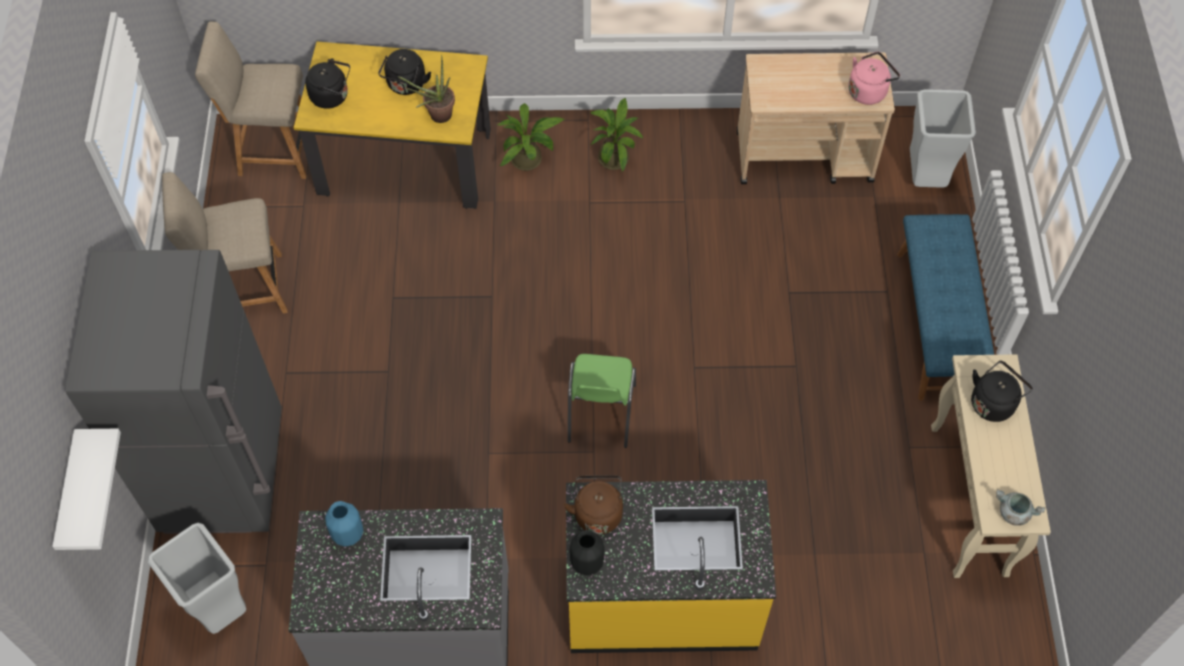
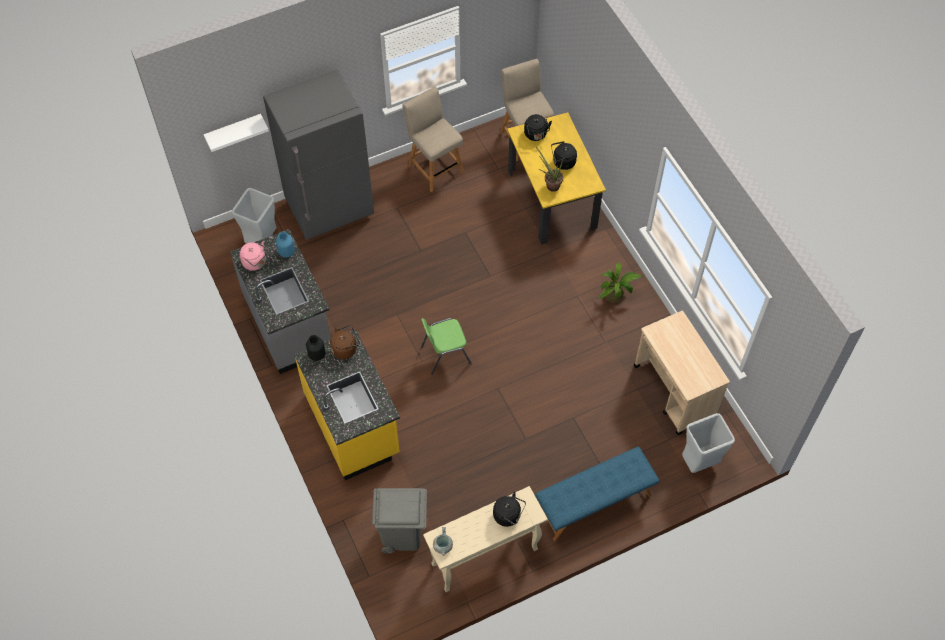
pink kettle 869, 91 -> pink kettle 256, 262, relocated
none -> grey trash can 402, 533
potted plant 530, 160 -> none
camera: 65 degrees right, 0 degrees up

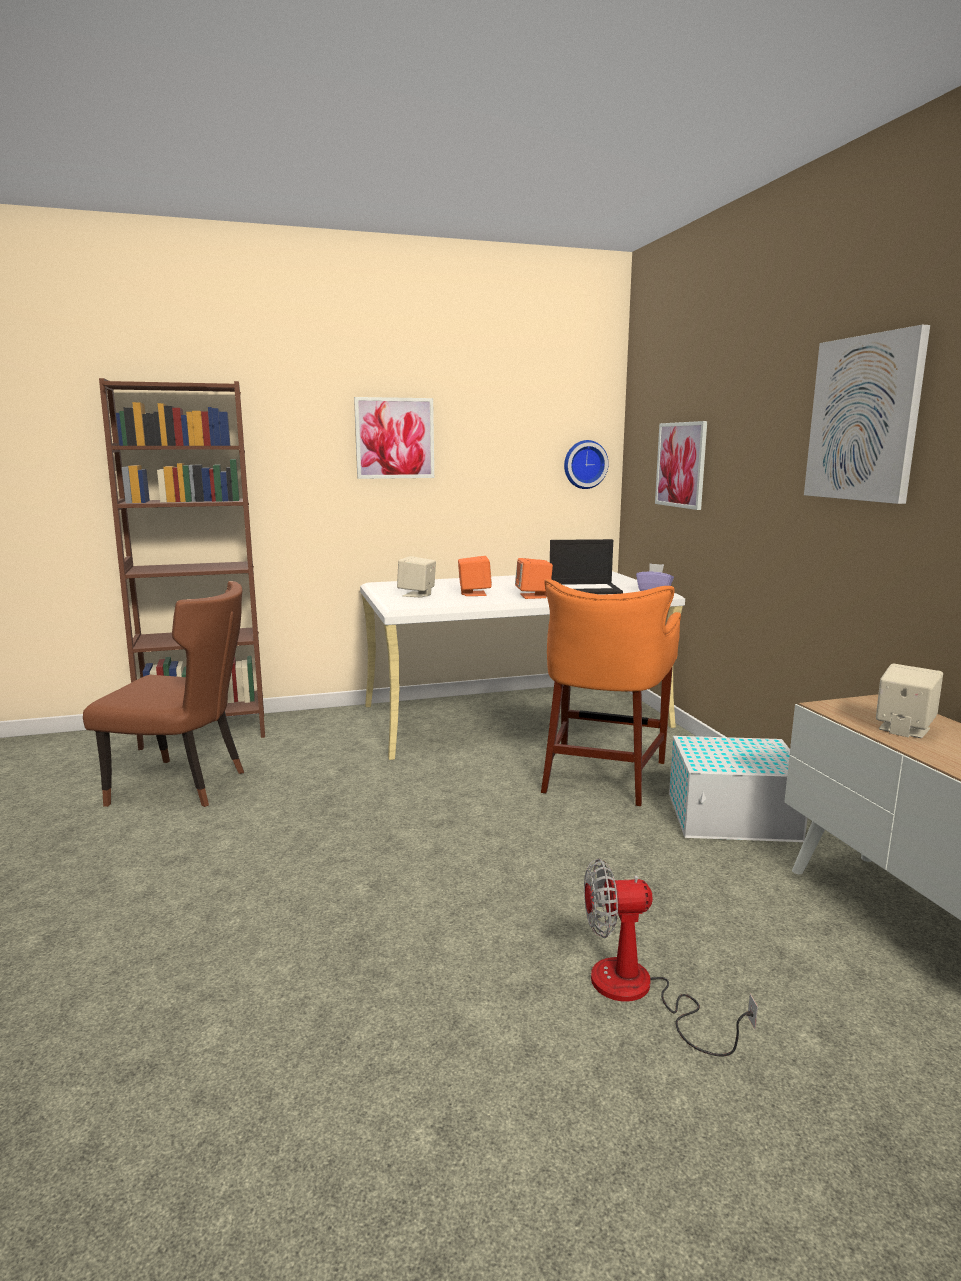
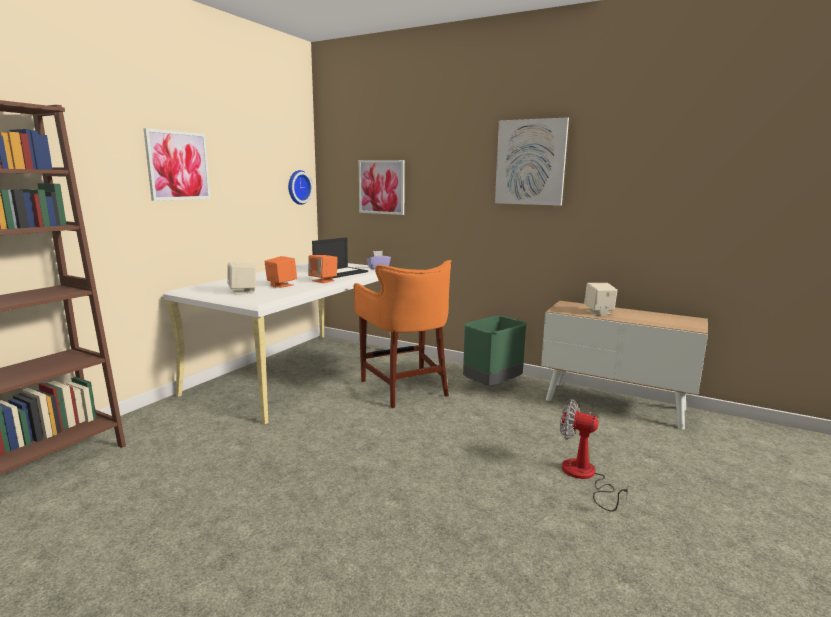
white storage box 734, 817 -> green trash can 492, 386
fan 639, 993 -> fan 584, 477, 75 degrees clockwise
brown chair 185, 786 -> none
camera: 45 degrees left, 0 degrees up

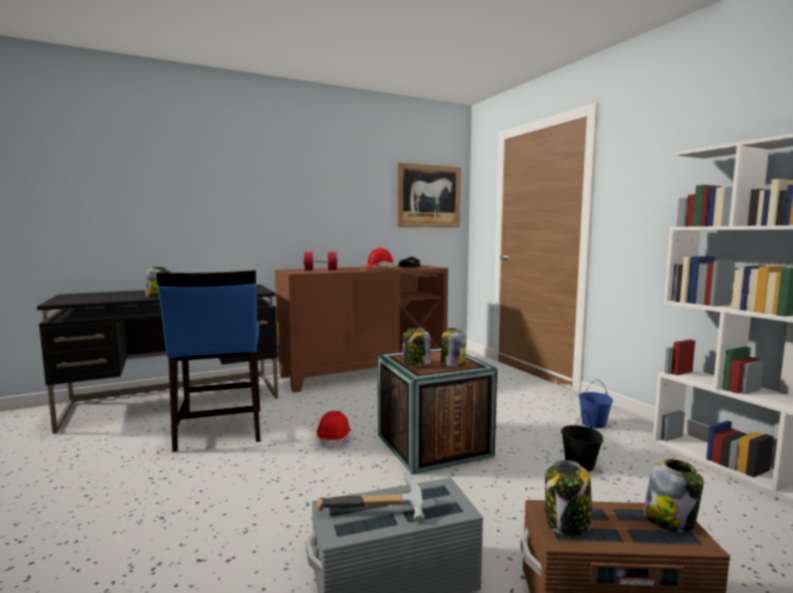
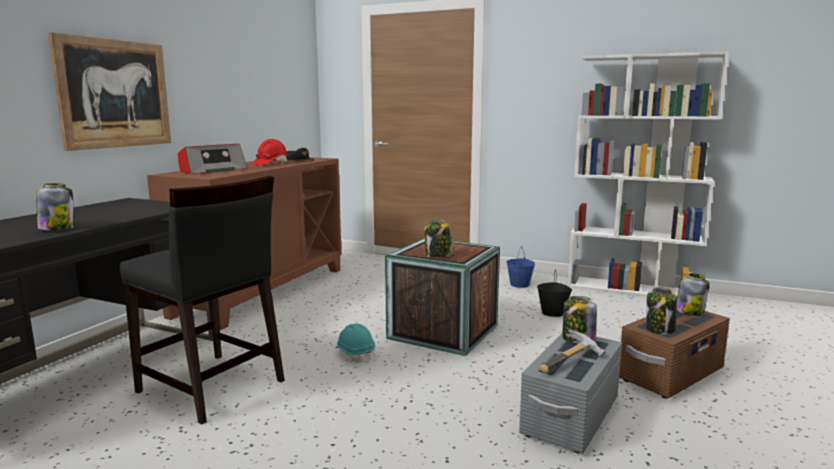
picture 429, 196 -> picture 115, 94, relocated
blue chair 219, 429 -> black chair 211, 387
red dumbbell 320, 269 -> radio 212, 170
red hard hat 334, 439 -> turquoise hard hat 355, 354
jar 452, 364 -> jar 578, 340, relocated
camera: 40 degrees left, 5 degrees up

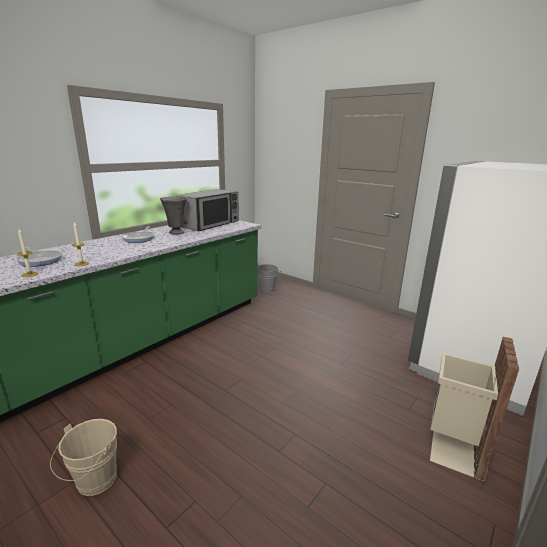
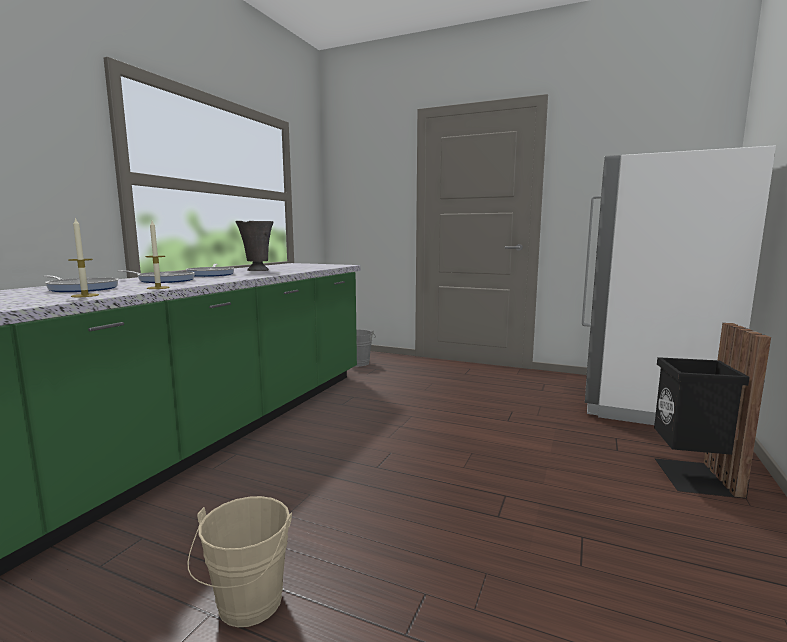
none -> frying pan 164, 280
beige trash can 453, 449 -> black trash can 692, 476
microwave 210, 224 -> none
camera: 15 degrees left, 10 degrees down

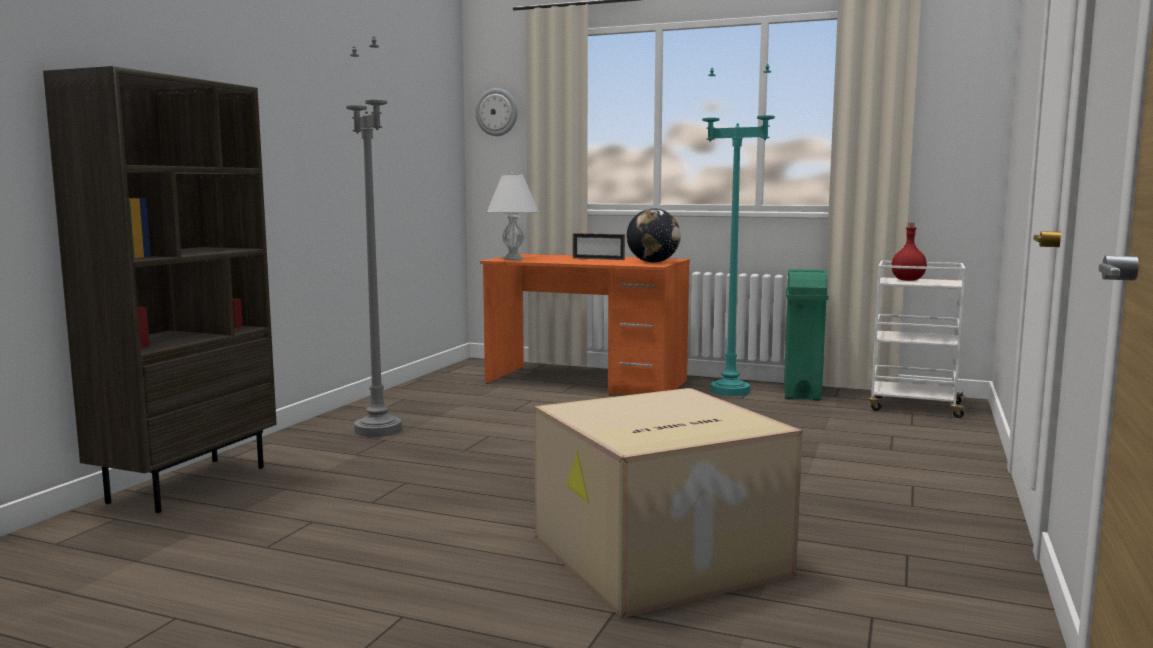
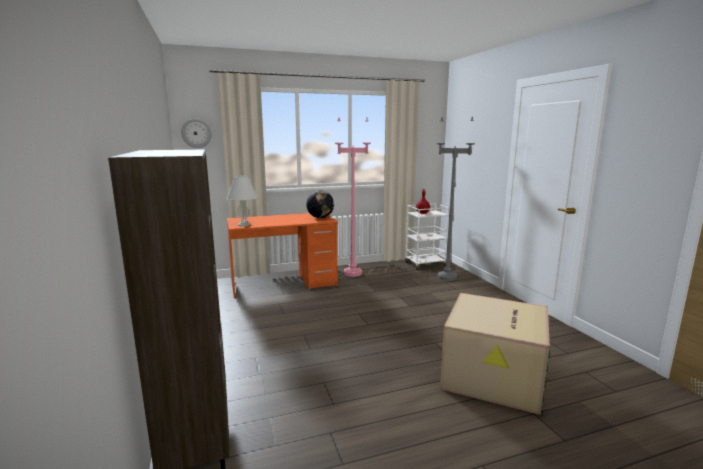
turquoise floor lamp 729, 391 -> pink floor lamp 352, 273
grey floor lamp 378, 430 -> grey floor lamp 447, 277, relocated
picture frame 598, 259 -> none
green trash can 801, 394 -> none
camera: 40 degrees left, 5 degrees up

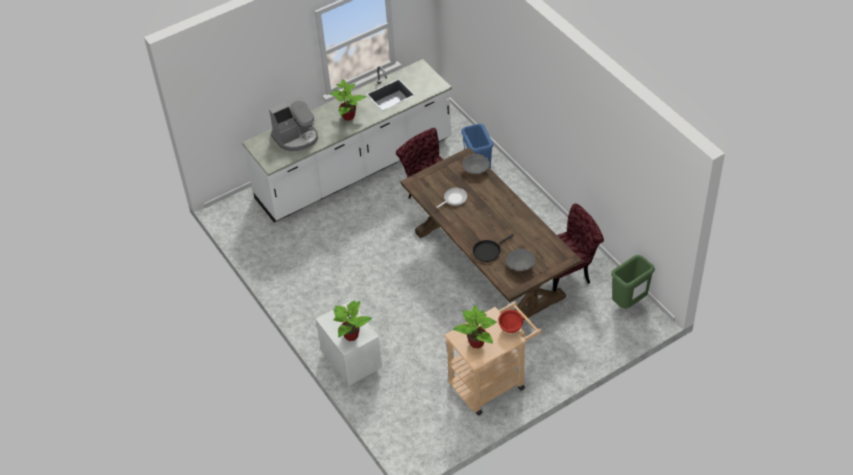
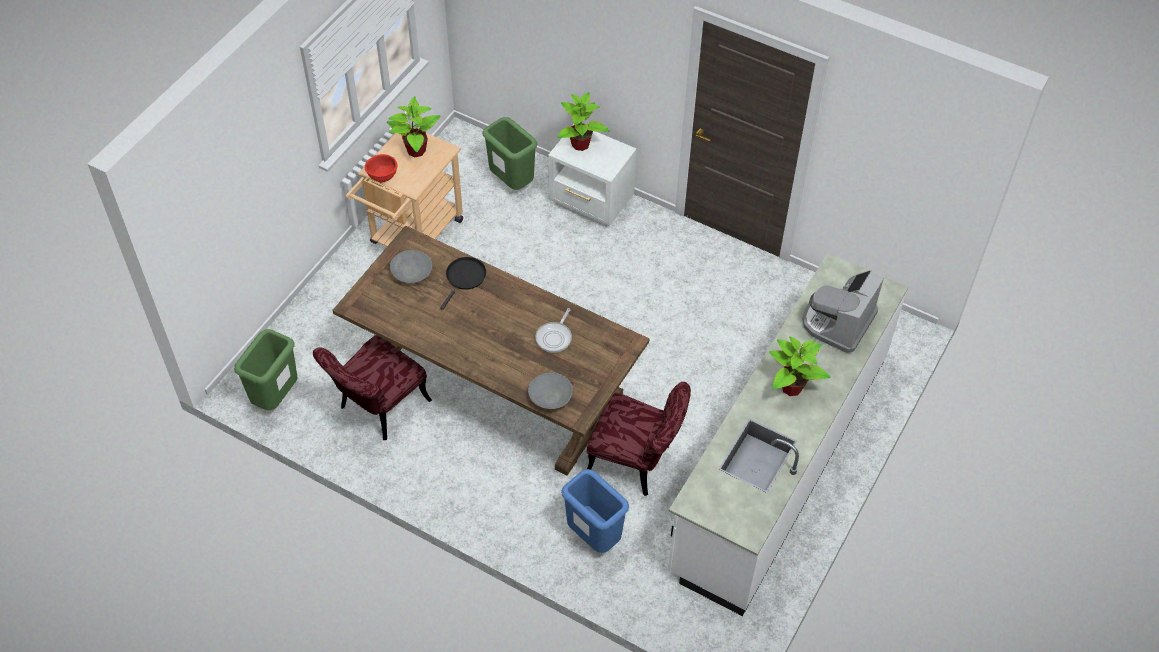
none -> green trash can 512, 183
camera: 150 degrees right, 5 degrees up

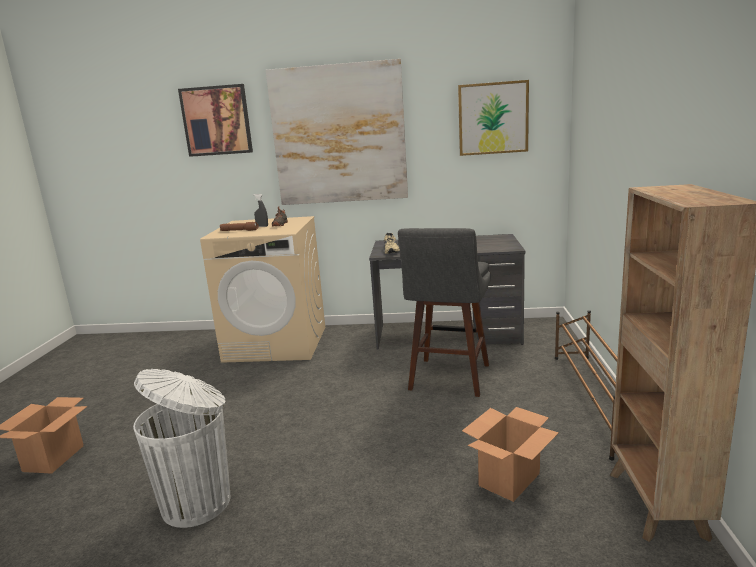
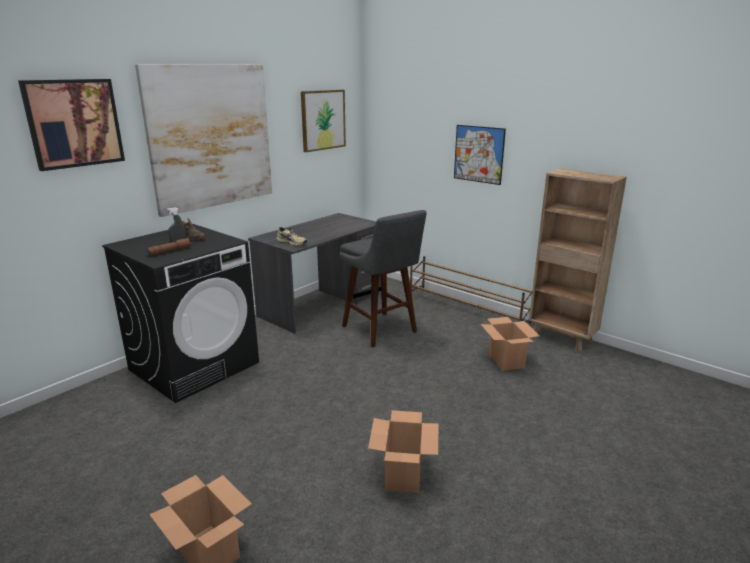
beige washing machine 277, 343 -> black washing machine 195, 365
white trash can 199, 502 -> cardboard box 403, 474
none -> picture 478, 154
camera: 55 degrees left, 5 degrees up

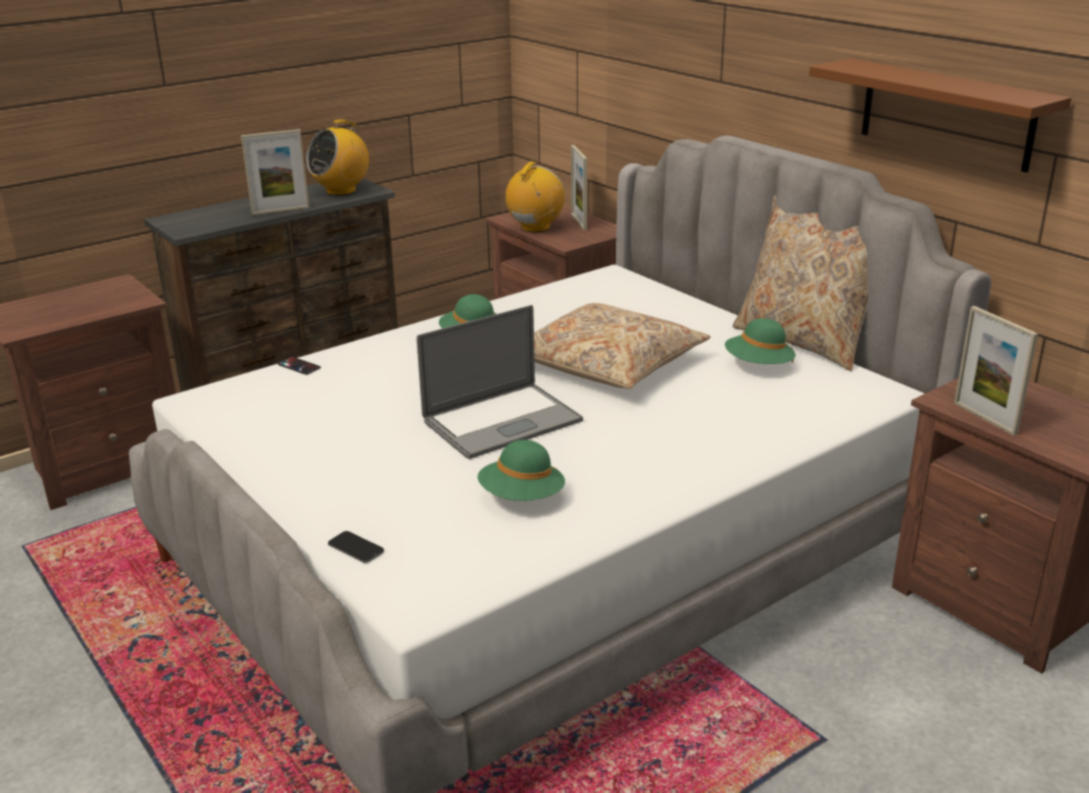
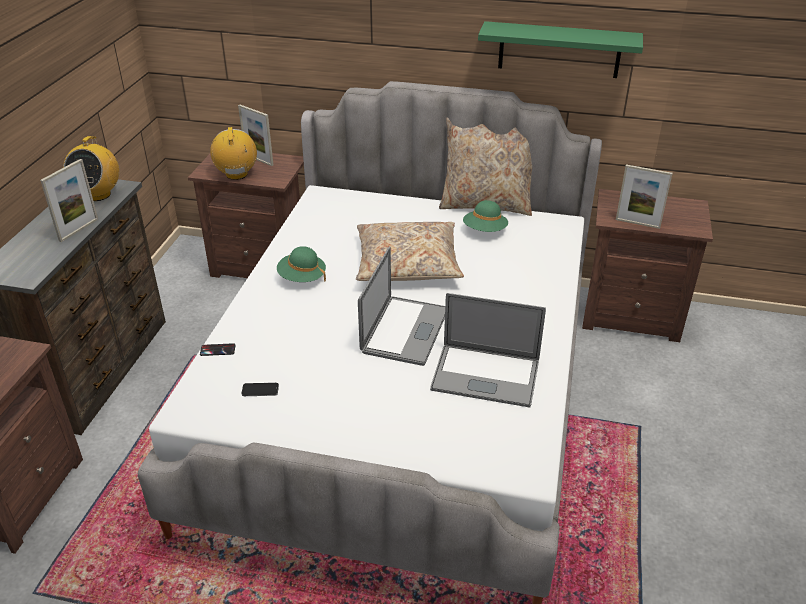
phone 356, 548 -> phone 260, 390, relocated
green hat 522, 497 -> laptop 485, 375
brown shelf 946, 114 -> green shelf 559, 50
camera: 40 degrees left, 10 degrees up

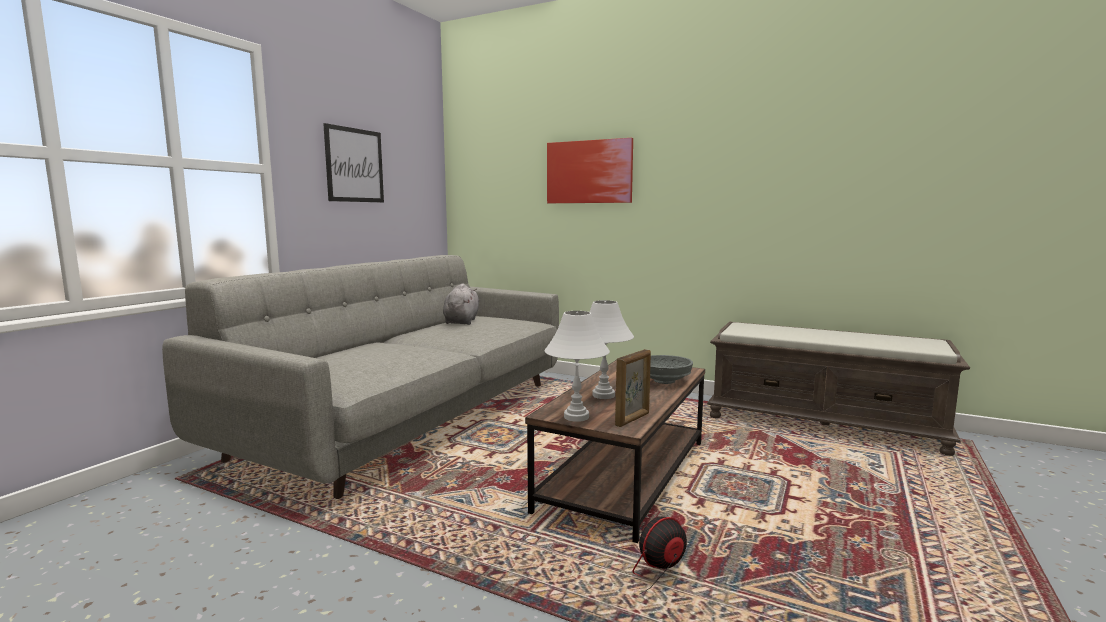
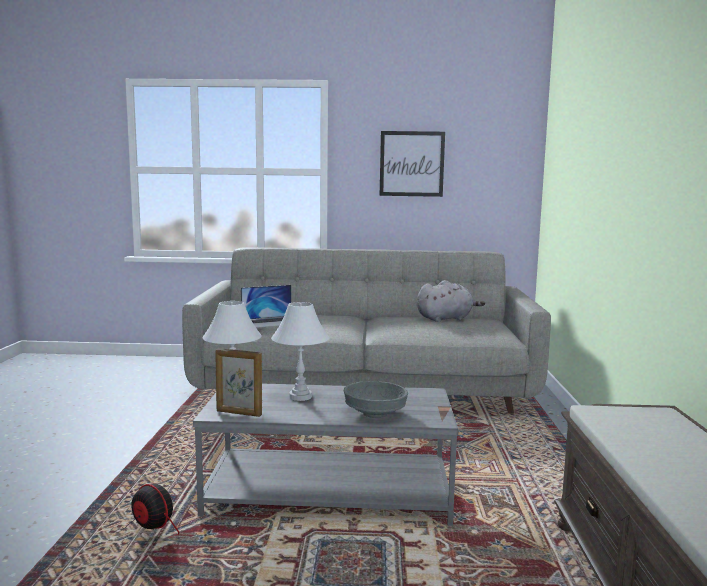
brown coffee table 624, 475 -> grey coffee table 330, 493
none -> laptop 272, 322
picture 589, 172 -> none
camera: 65 degrees right, 0 degrees up

